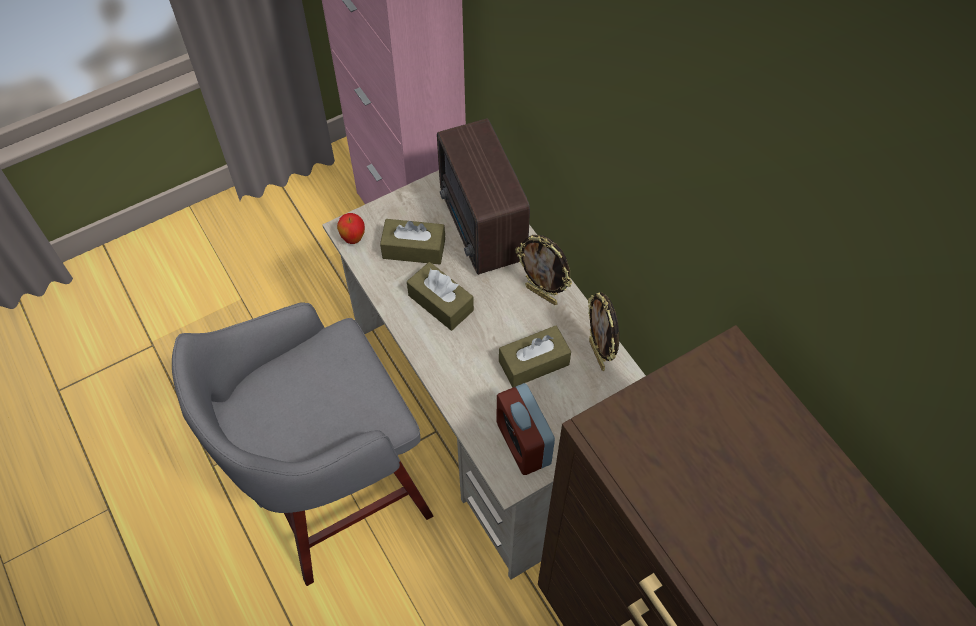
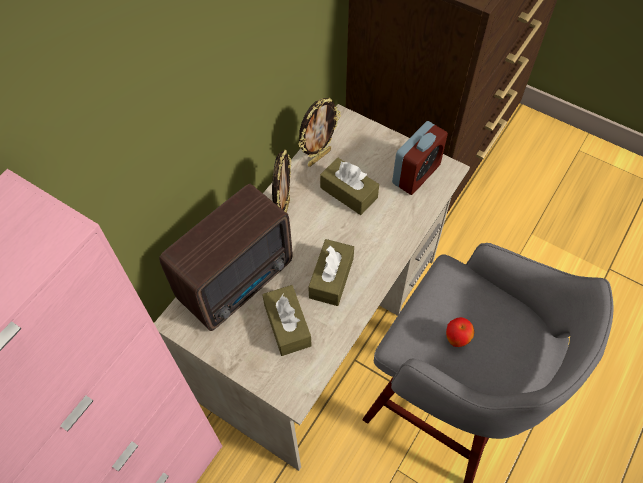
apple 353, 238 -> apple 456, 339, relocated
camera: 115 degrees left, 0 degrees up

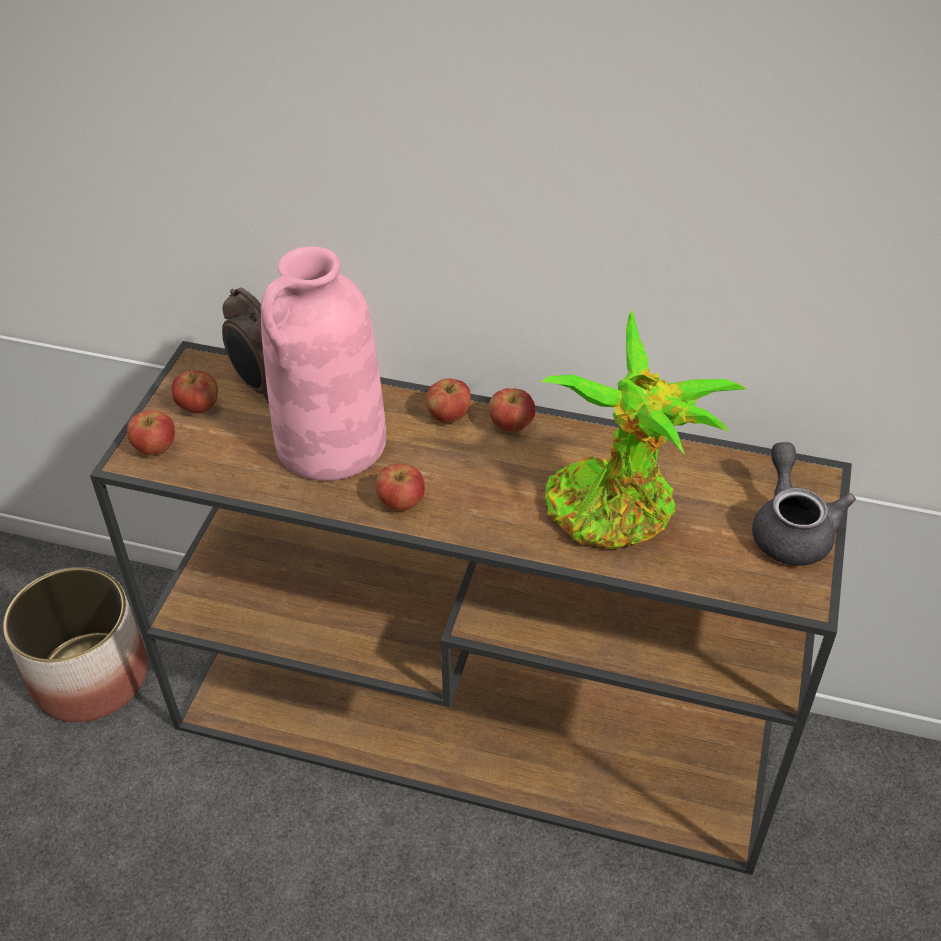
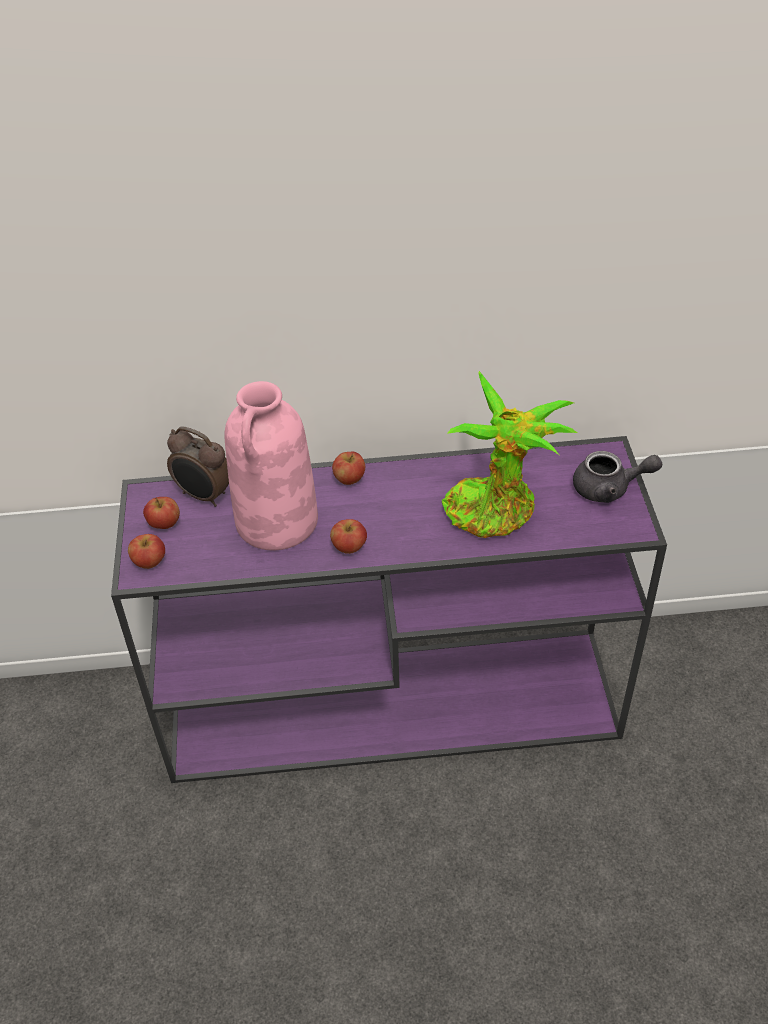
brown console table 479, 724 -> purple console table 396, 703
grey teapot 790, 528 -> grey teapot 609, 488, 120 degrees clockwise
planter 92, 677 -> none
apple 511, 425 -> none
camera: 20 degrees left, 0 degrees up

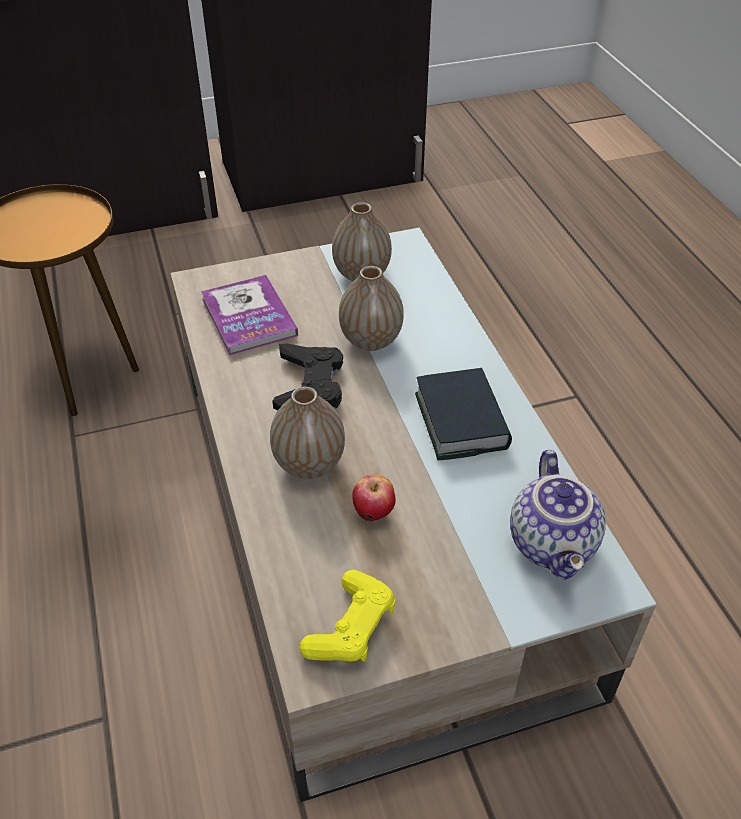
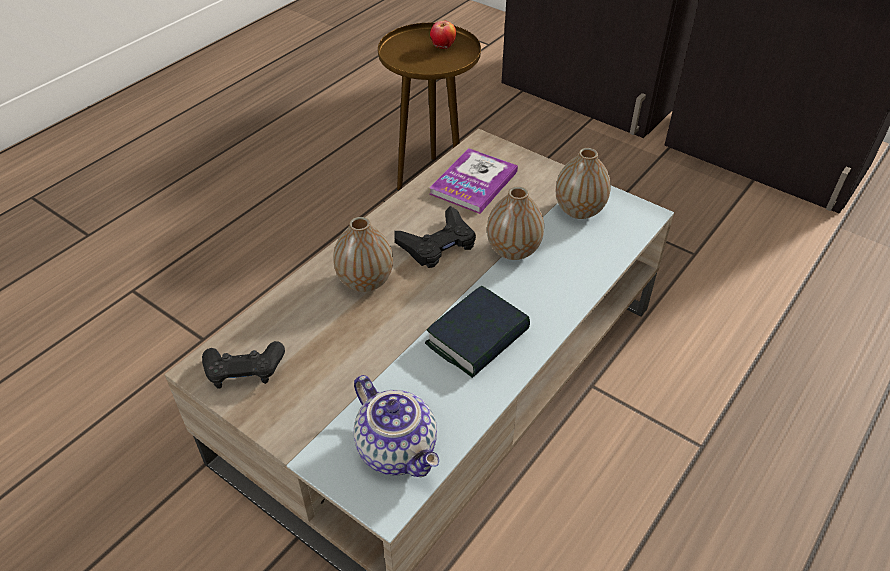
yellow game controller 351, 628 -> black game controller 244, 371
teapot 554, 544 -> teapot 399, 449, 90 degrees counterclockwise
apple 374, 513 -> apple 443, 48, relocated
camera: 55 degrees right, 0 degrees up

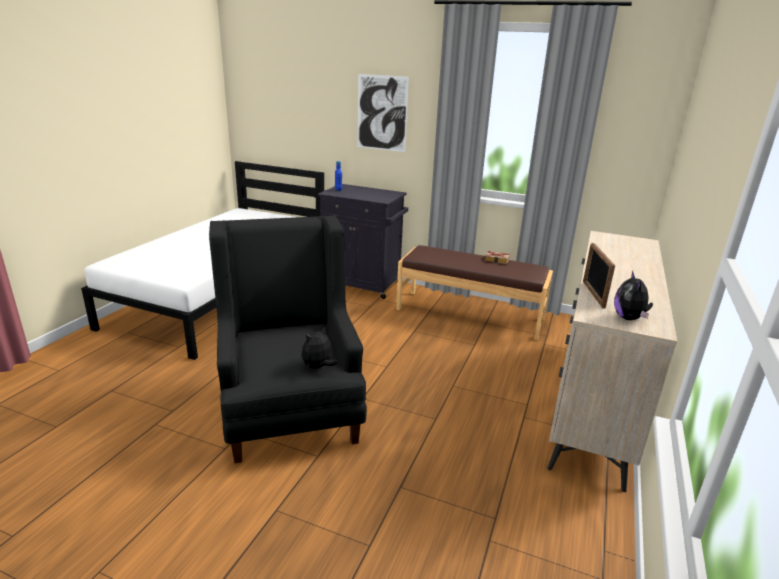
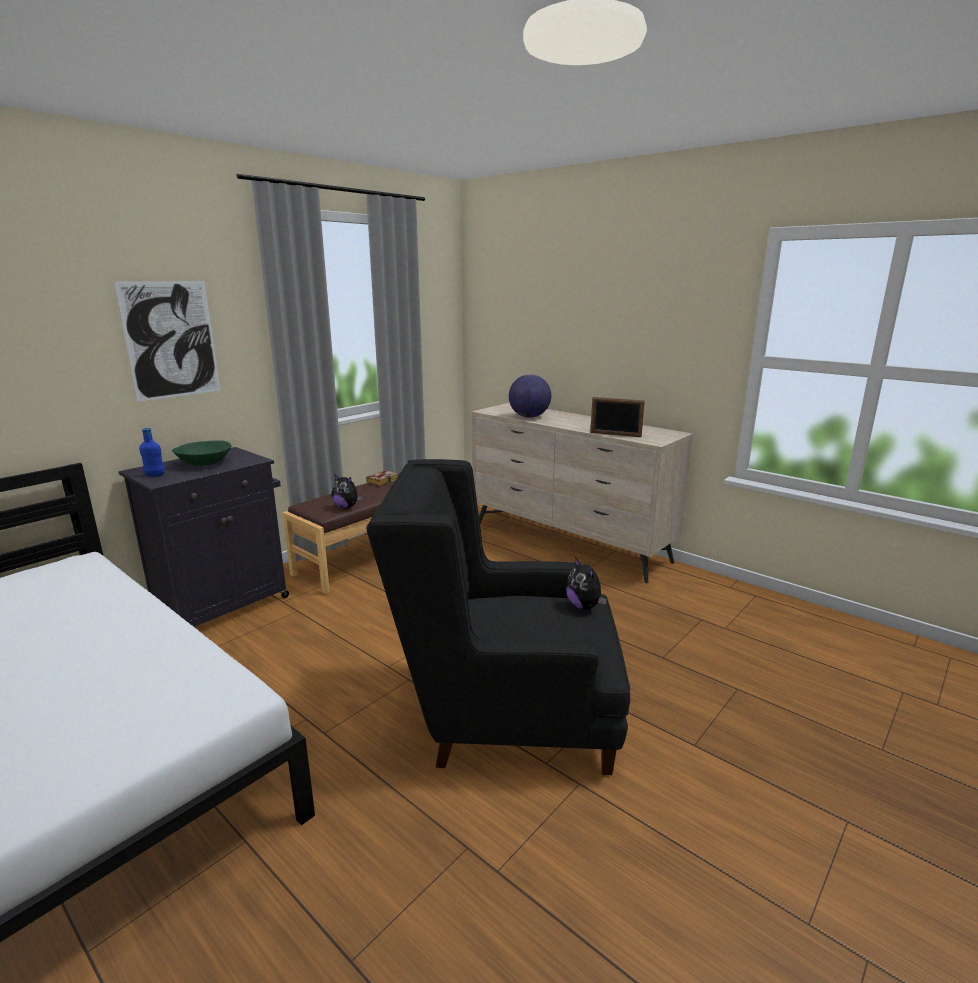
none -> green bowl 204, 463
plush toy 629, 318 -> plush toy 346, 507, relocated
none -> globe 529, 417
camera: 70 degrees left, 5 degrees down

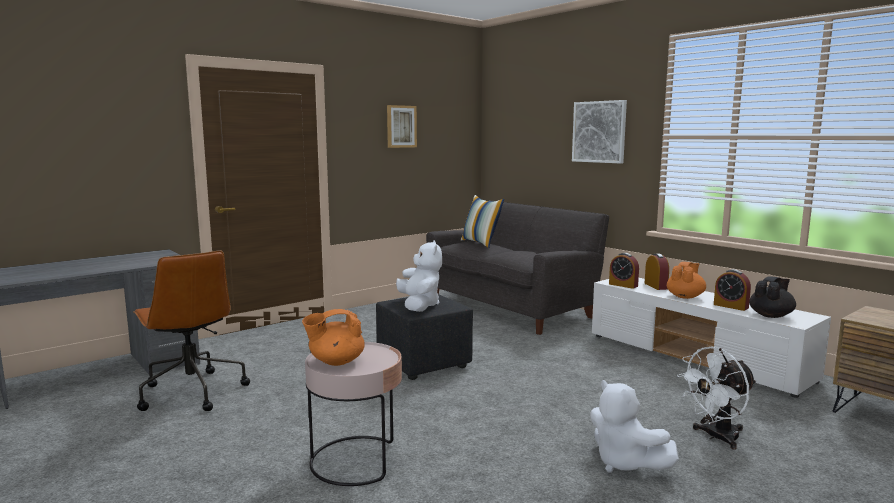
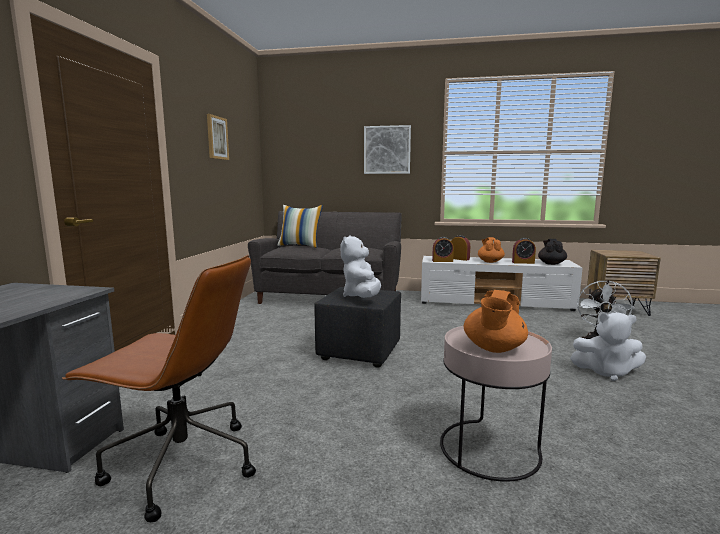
white plush toy 419, 305 -> white plush toy 362, 297, 120 degrees counterclockwise
camera: 40 degrees left, 0 degrees up

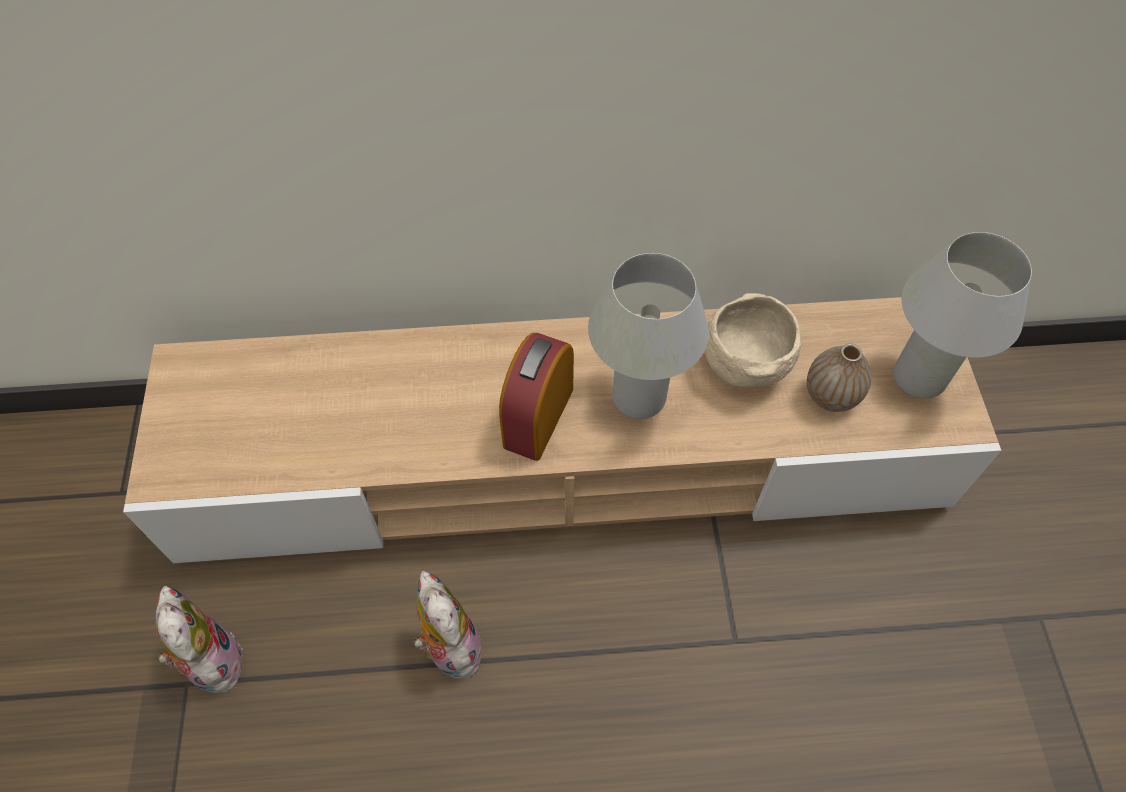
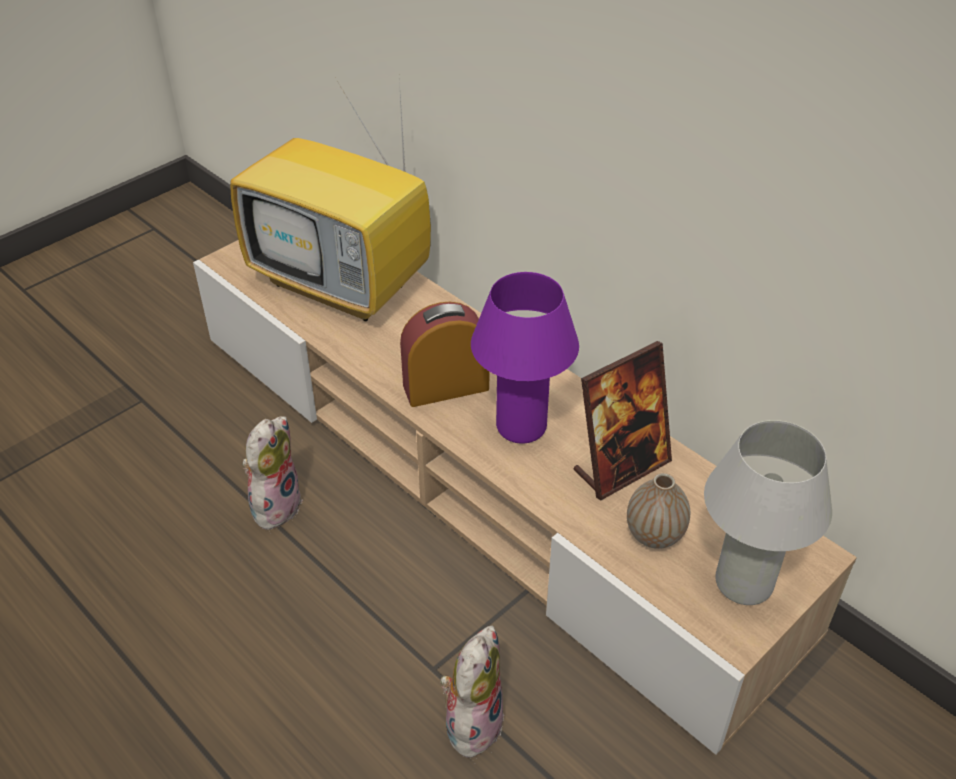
none -> television 344, 285
plush toy 211, 660 -> plush toy 472, 721, relocated
white table lamp 639, 397 -> purple table lamp 521, 427
beige bowl 744, 363 -> picture frame 621, 467
camera: 50 degrees right, 15 degrees down

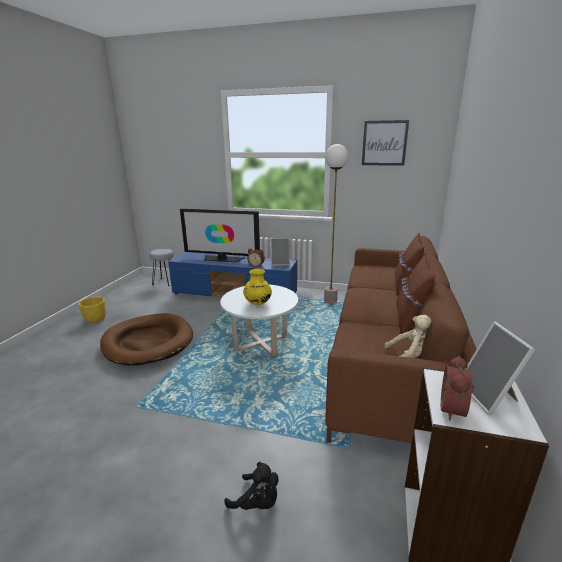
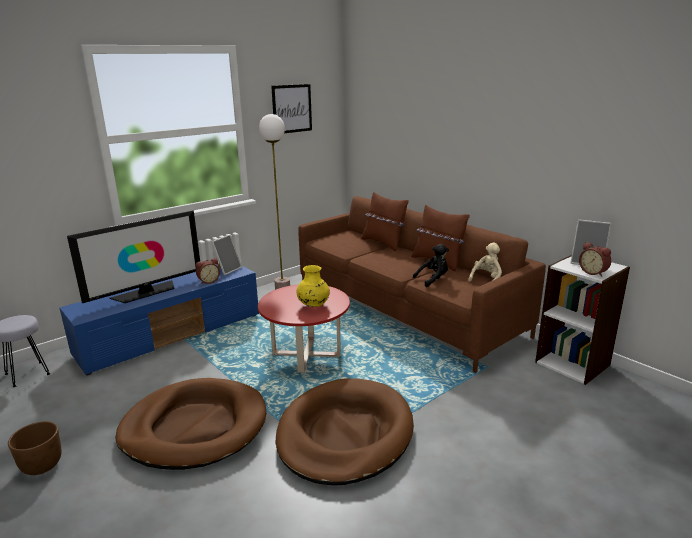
yellow planter 95, 319 -> brown planter 42, 465
white coffee table 261, 343 -> red coffee table 306, 355
none -> brown dog bed 345, 434
black plush toy 257, 503 -> black plush toy 433, 280, relocated
camera: 55 degrees left, 0 degrees up

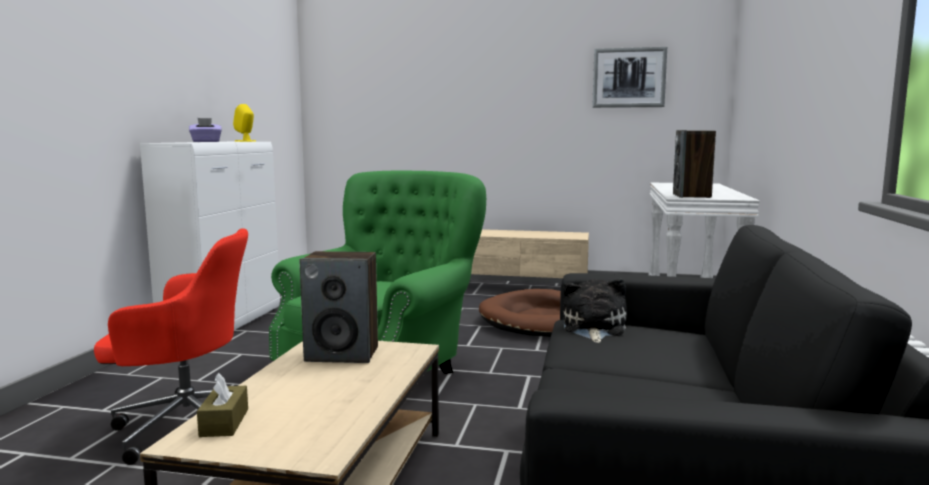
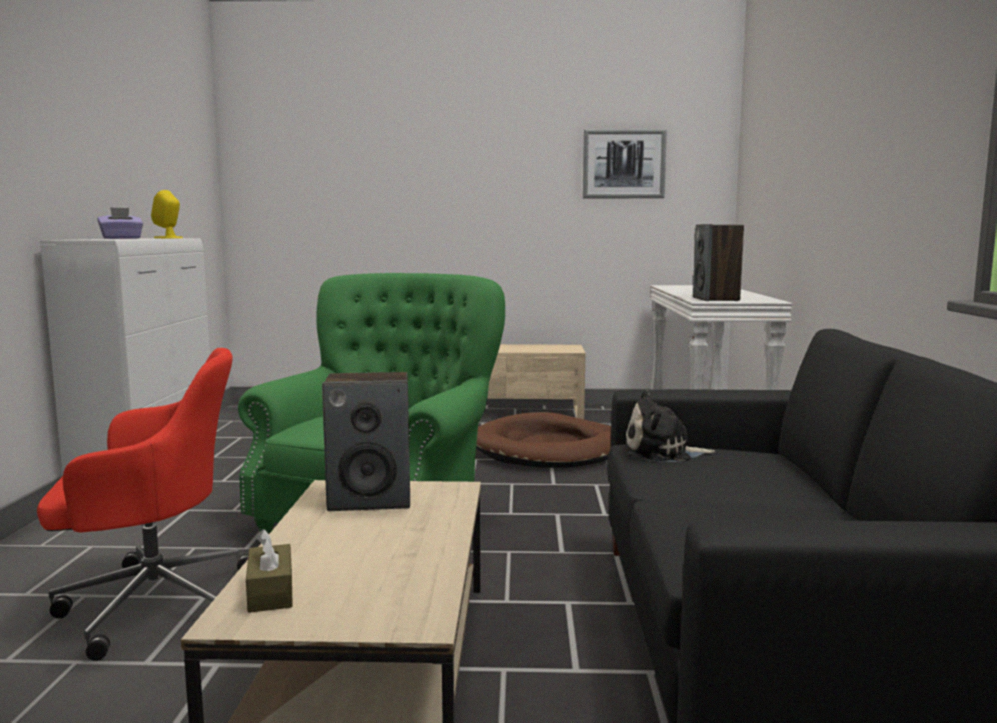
plush toy 593, 328 -> plush toy 662, 453, 90 degrees counterclockwise
camera: 10 degrees left, 0 degrees up

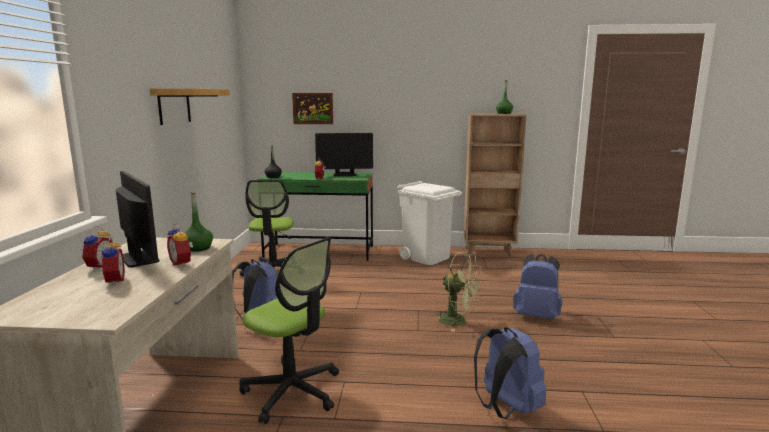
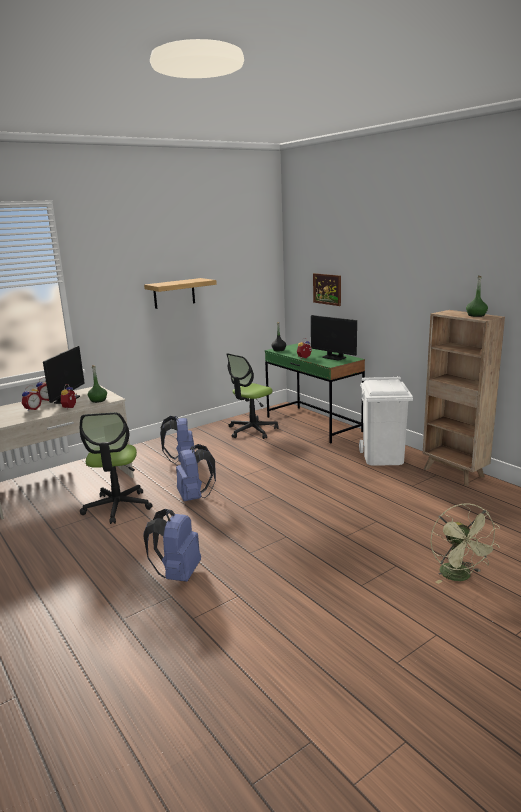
blue backpack 536, 316 -> blue backpack 195, 497, relocated
green fan 458, 321 -> green fan 460, 577, relocated
camera: 50 degrees right, 5 degrees up

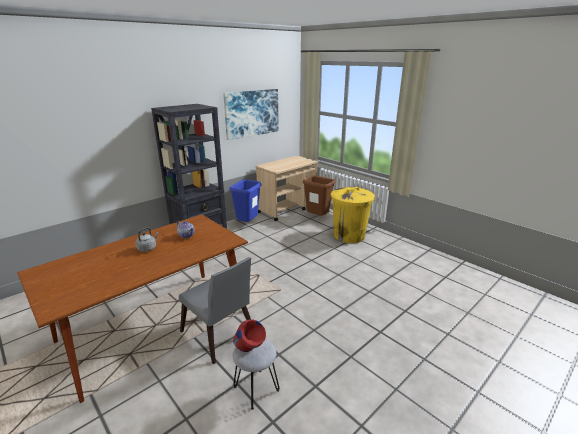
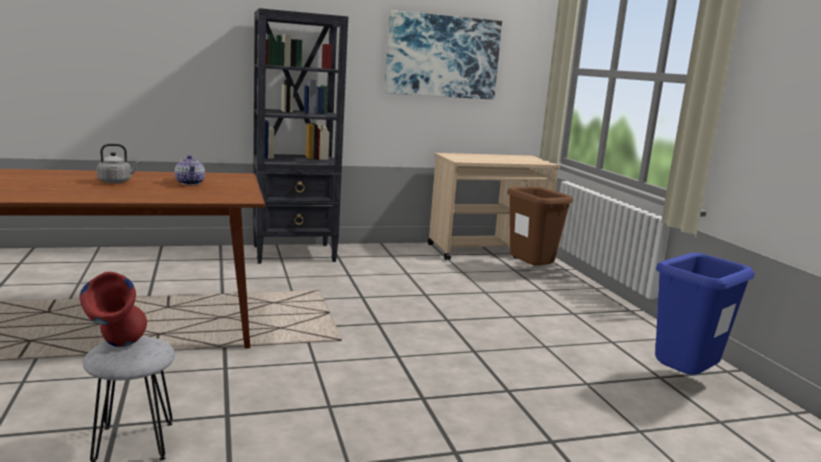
blue trash can 247, 224 -> blue trash can 683, 381, relocated
grey chair 220, 336 -> none
yellow trash can 349, 236 -> none
camera: 25 degrees right, 10 degrees down

